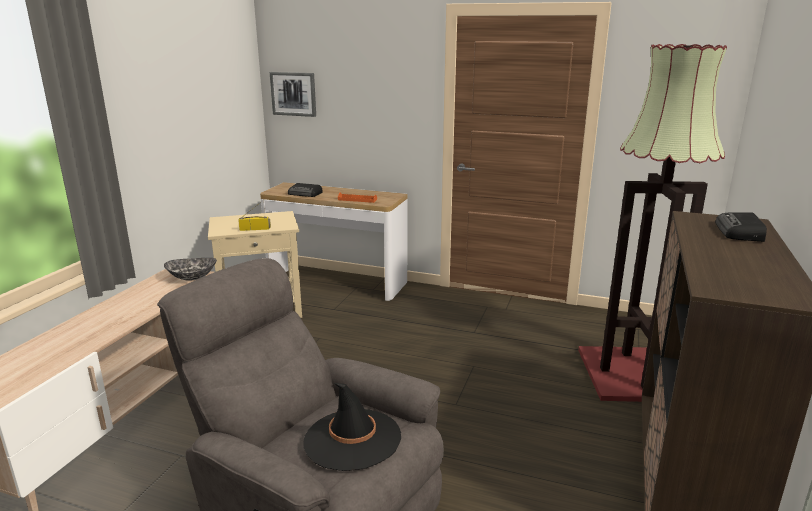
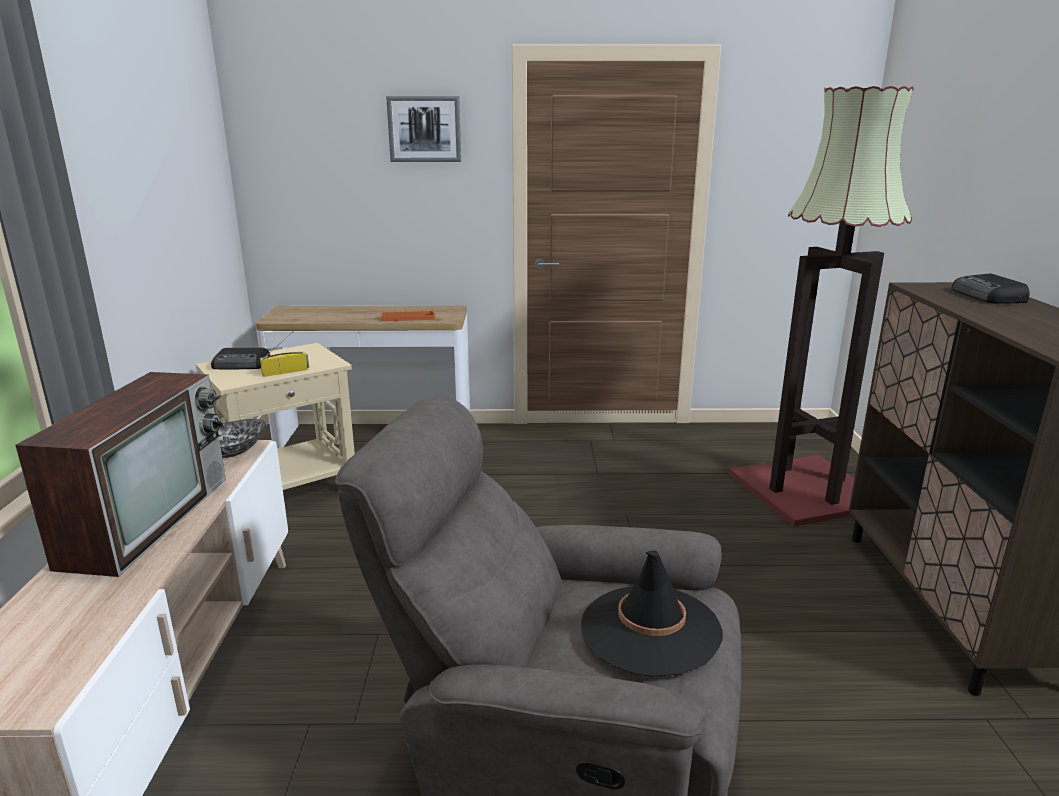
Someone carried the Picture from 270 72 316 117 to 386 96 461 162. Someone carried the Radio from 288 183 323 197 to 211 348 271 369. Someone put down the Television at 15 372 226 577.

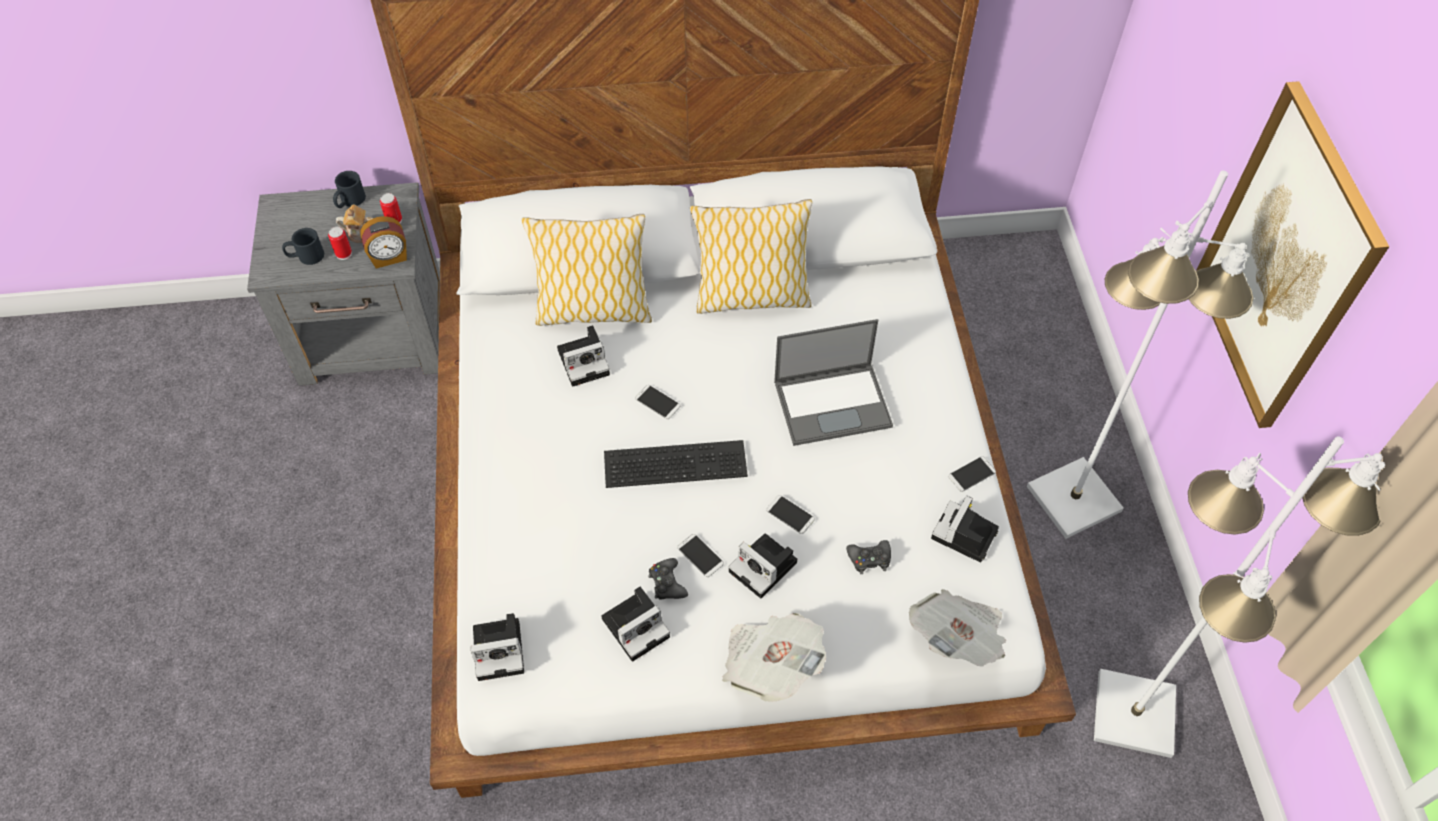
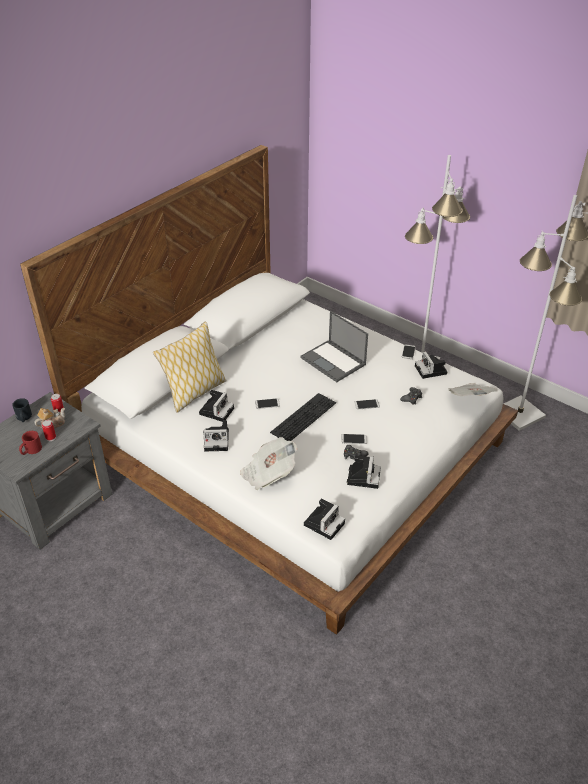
Someone took away the Picture at 1196 81 1389 428. Someone took away the Pillow at 690 199 812 314. Someone took away the AlarmClock at 360 216 407 269. Someone repainted the BlackMug at 282 228 324 265, which became the RedMug at 19 431 42 455. Someone rotated the Laptop at 774 319 893 446 by 105 degrees clockwise. Someone carried the PhotoCamera from 729 534 797 598 to 203 420 229 451. Someone carried the Newspaper from 722 613 826 702 to 240 437 298 490.

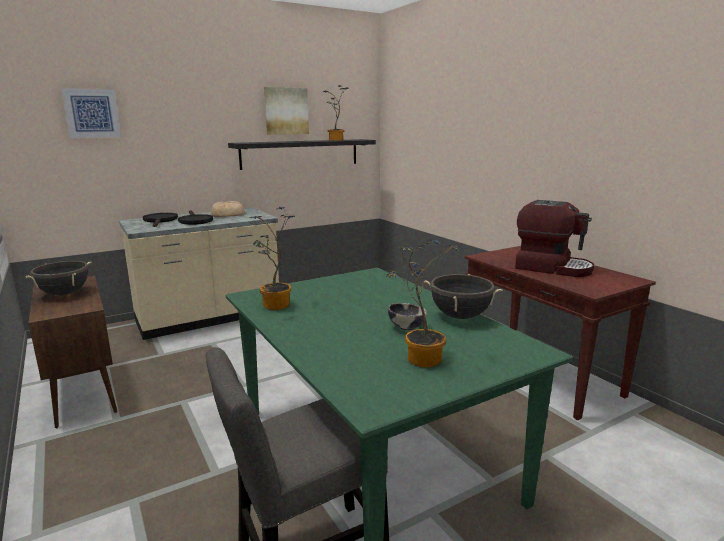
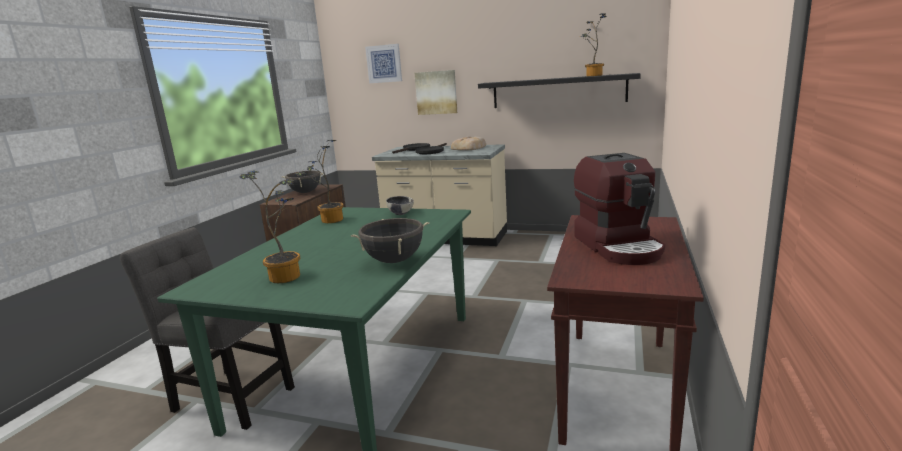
Someone carried the Picture from 264 87 309 135 to 415 70 457 115. Someone carried the Bowl from 388 303 427 330 to 386 196 414 215.

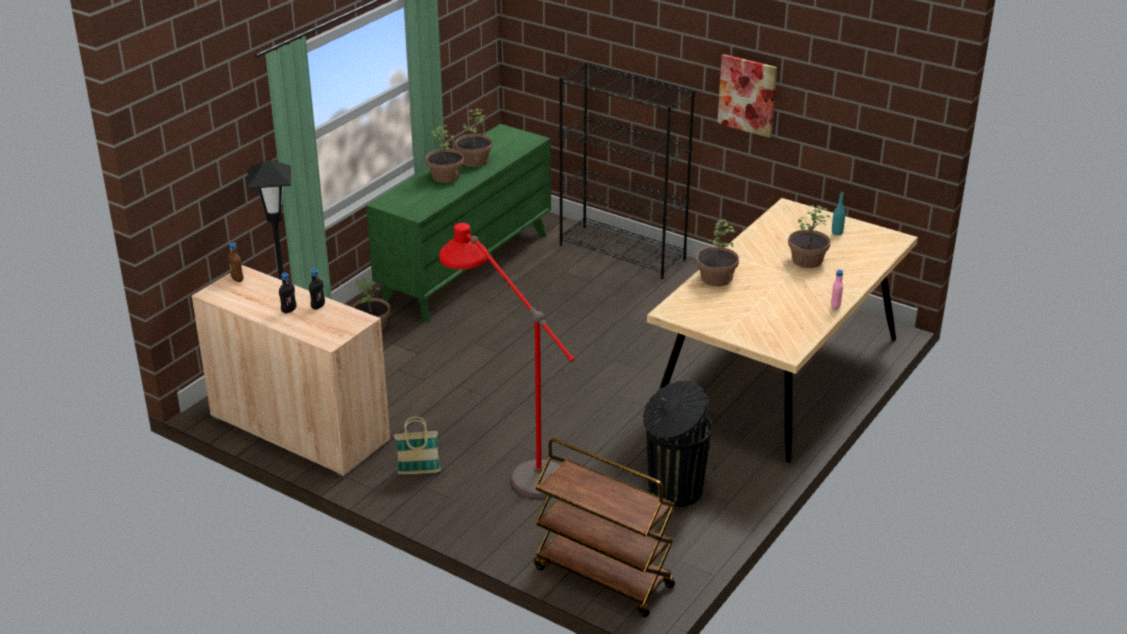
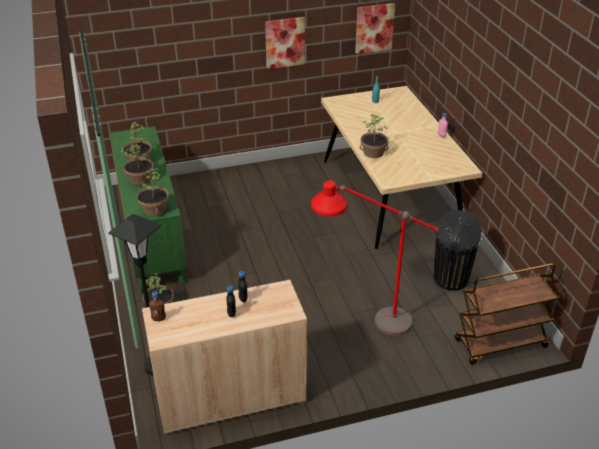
Someone took away the BlackBookcase at 559 62 695 279. Someone carried the PottedPlant from 788 205 831 268 to 137 168 169 216. Someone took away the Basket at 394 417 441 474. Someone put up the Picture at 355 3 395 54.

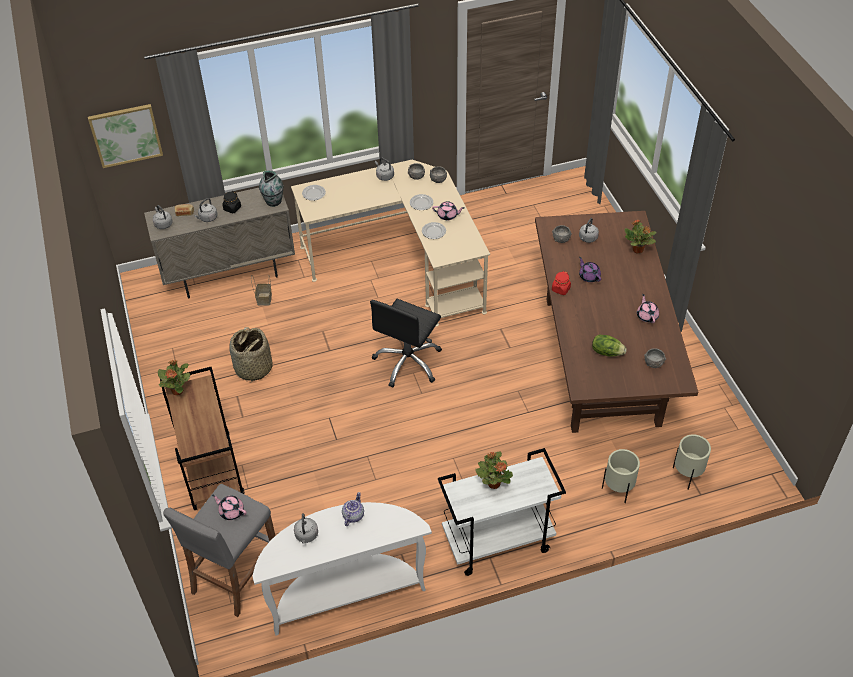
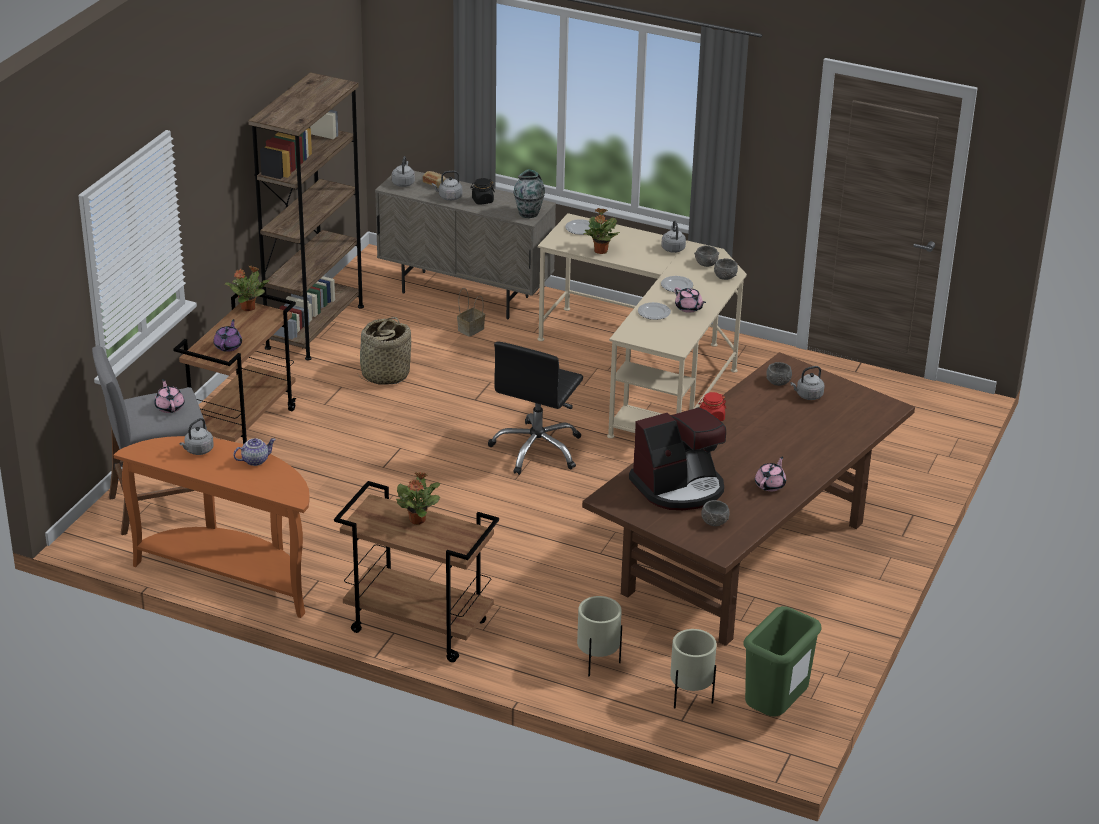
Someone took away the Picture at 88 104 163 168. Someone carried the PottedPlant from 624 220 657 254 to 583 208 620 254. Someone carried the PurpleTeapot from 579 257 601 282 to 214 319 242 352. Someone rotated the BlackOfficeChair at 370 299 442 388 by 45 degrees counterclockwise. Someone swapped the Lettuce at 592 335 627 357 for the CoffeeMachine at 629 407 726 510. Someone repainted the WhiteCart at 438 448 566 576, which became the BrownCart at 334 481 499 662. Someone repainted the WhiteConsoleTable at 252 502 432 636, which became the OrangeConsoleTable at 114 436 310 618. Someone put down the BrownBookcase at 248 72 364 360. Someone put down the GreenTrashCan at 743 606 822 716.

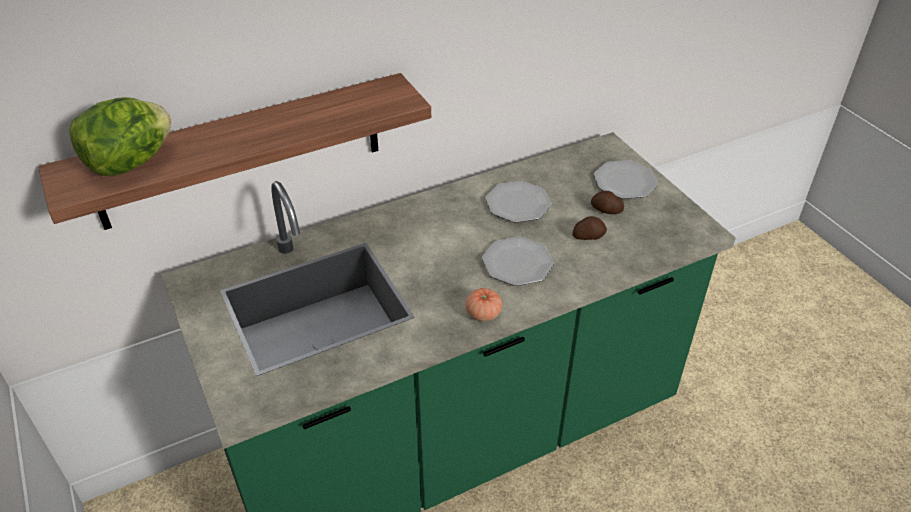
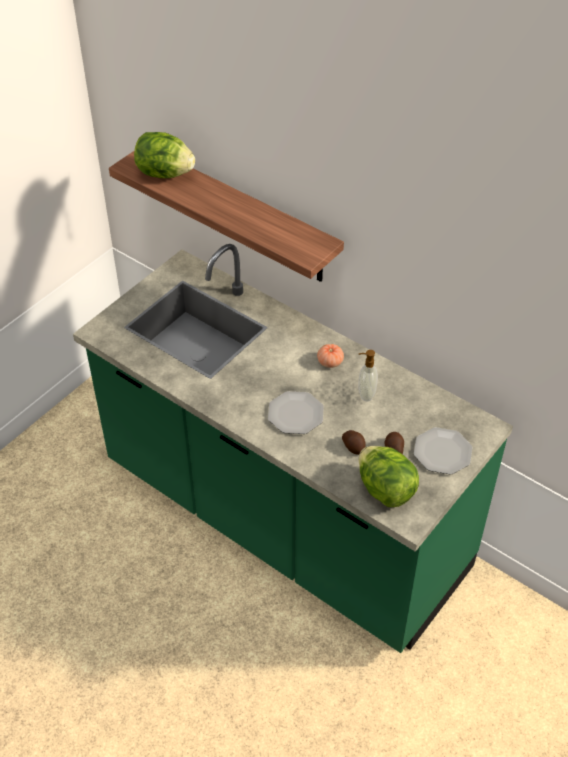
Someone swapped the Plate at 485 181 552 223 for the SoapDispenser at 359 350 378 401. Someone carried the Tomato from 466 288 502 321 to 317 344 344 368. Someone put down the Lettuce at 359 446 419 507.

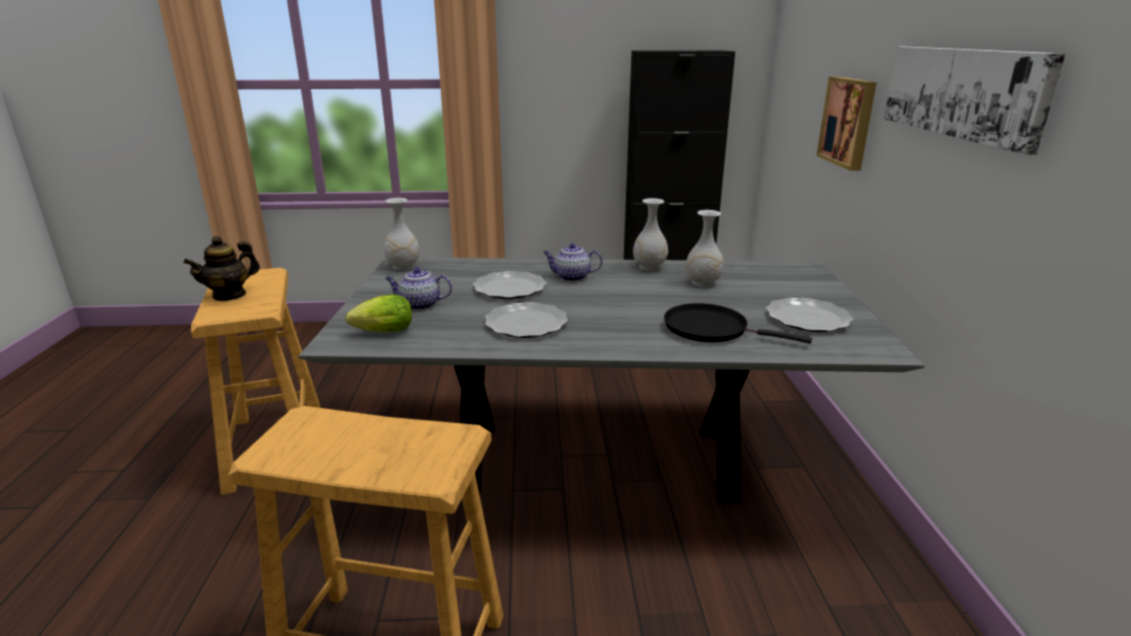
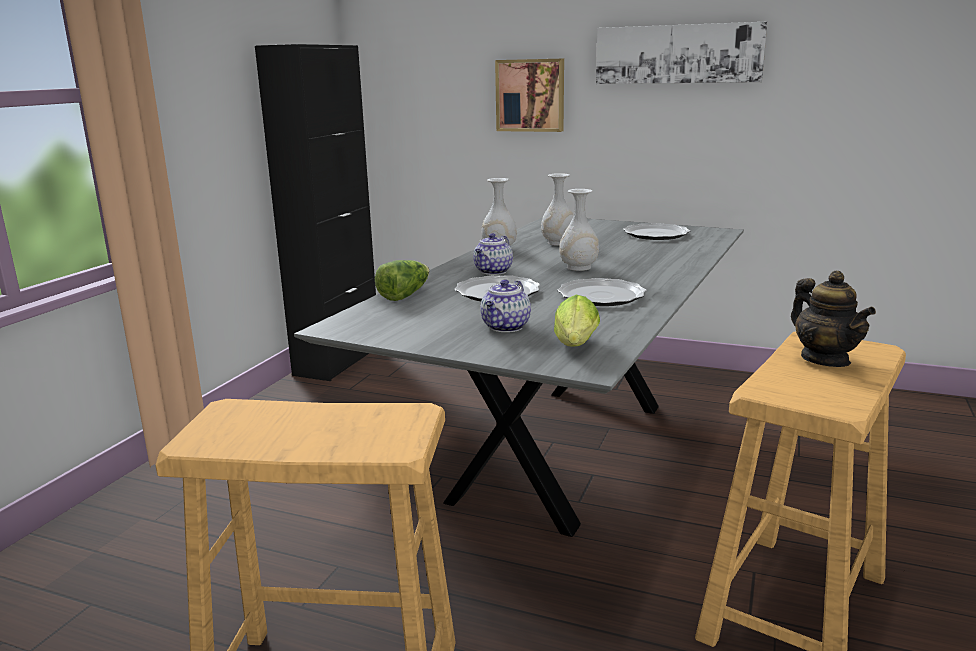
Someone carried the WhiteVase from 384 198 420 270 to 559 189 599 271. Someone carried the Teapot from 183 236 260 301 to 791 270 876 367. Someone took away the BlackFryingPan at 664 303 812 344. Someone put down the Lettuce at 375 260 429 301.

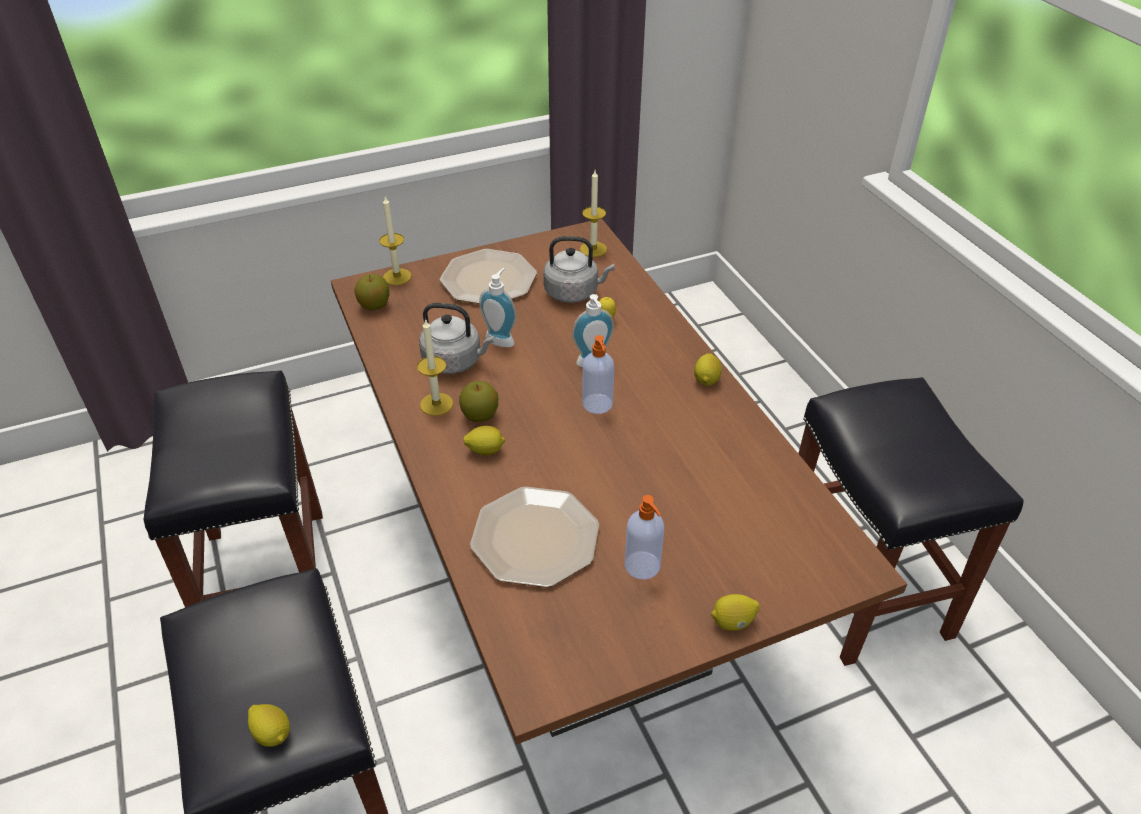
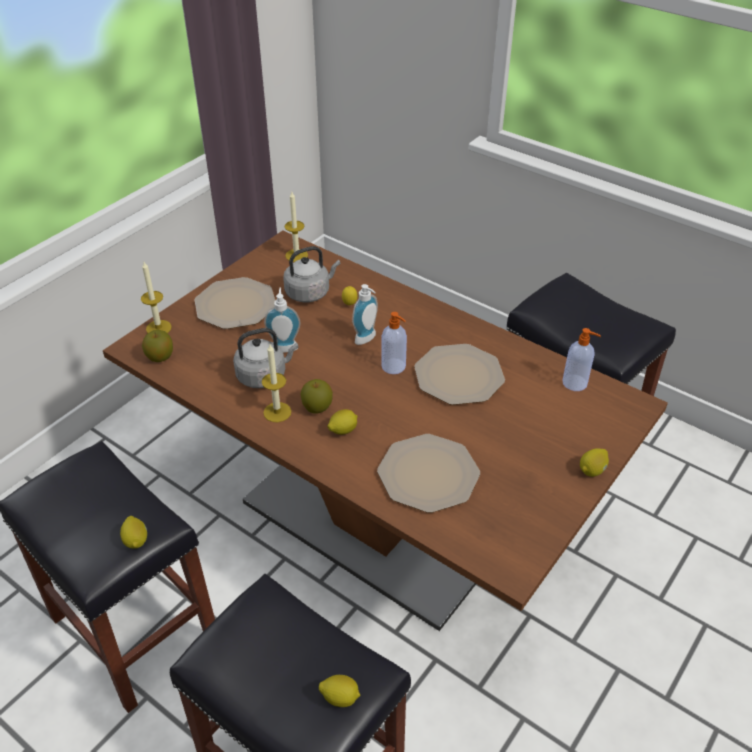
Someone carried the Lemon from 694 353 722 386 to 120 516 147 548. Someone carried the SoapDispenser from 624 495 664 580 to 562 328 601 391. Someone put down the Plate at 414 344 505 405.

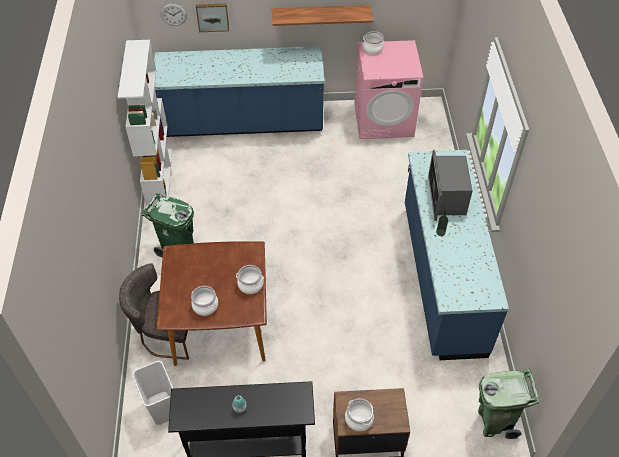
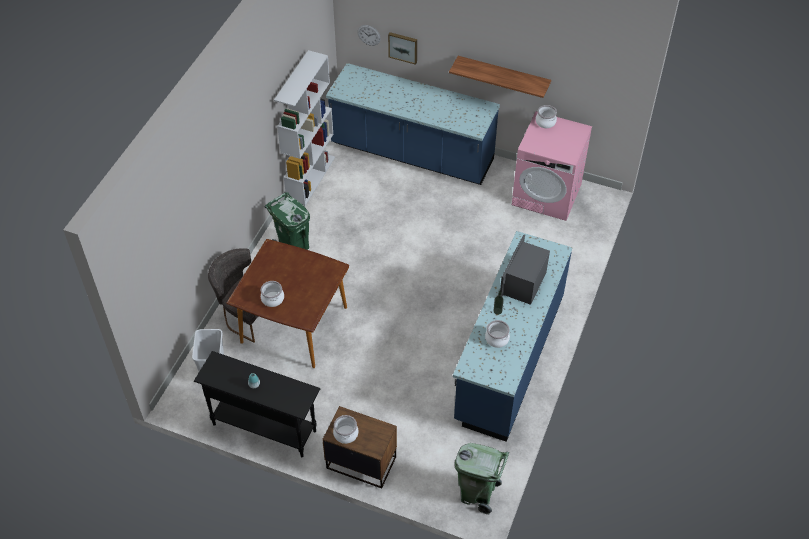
Someone carried the CookingPot from 236 265 264 294 to 485 320 510 348.

